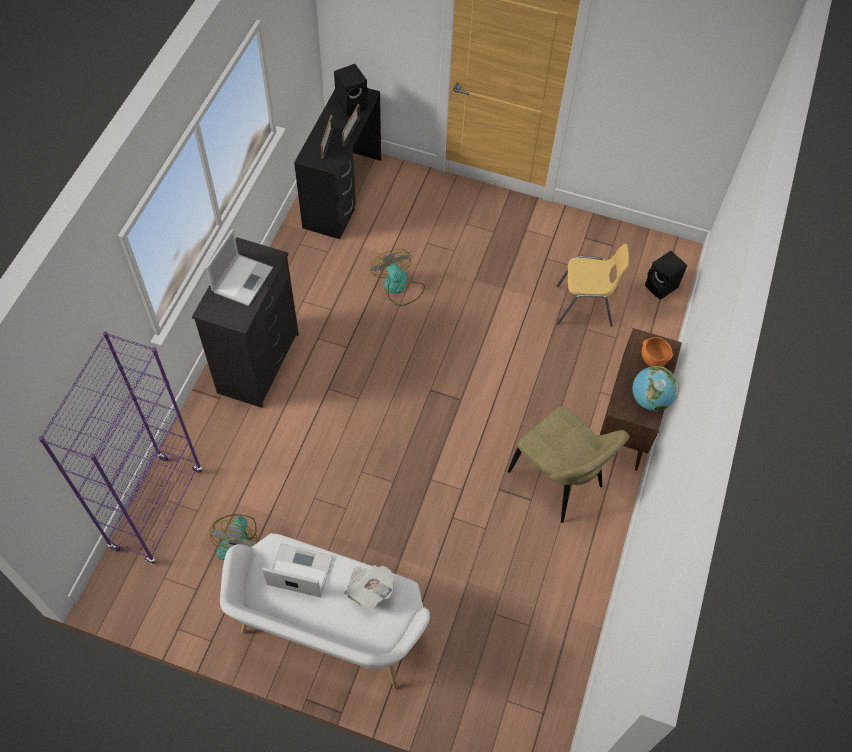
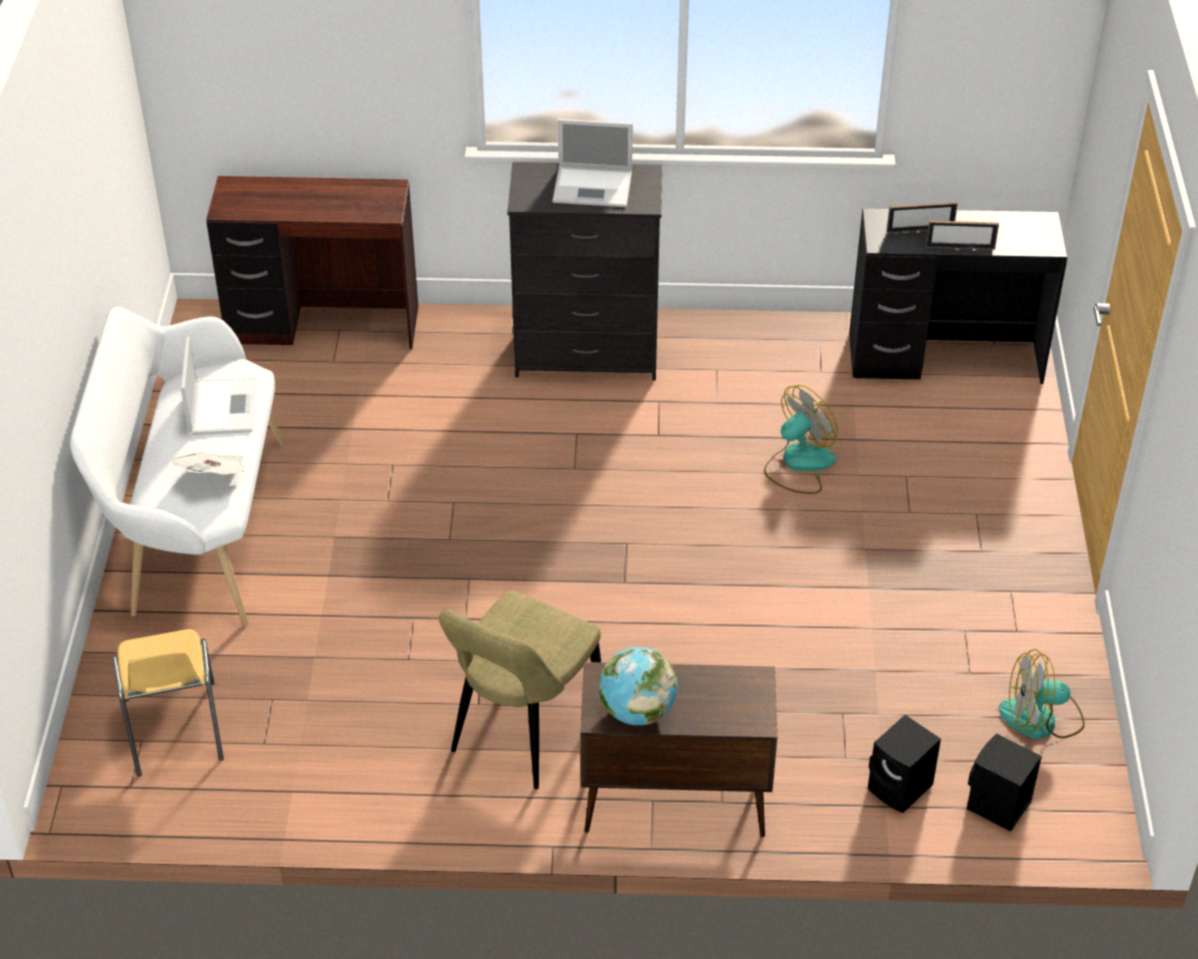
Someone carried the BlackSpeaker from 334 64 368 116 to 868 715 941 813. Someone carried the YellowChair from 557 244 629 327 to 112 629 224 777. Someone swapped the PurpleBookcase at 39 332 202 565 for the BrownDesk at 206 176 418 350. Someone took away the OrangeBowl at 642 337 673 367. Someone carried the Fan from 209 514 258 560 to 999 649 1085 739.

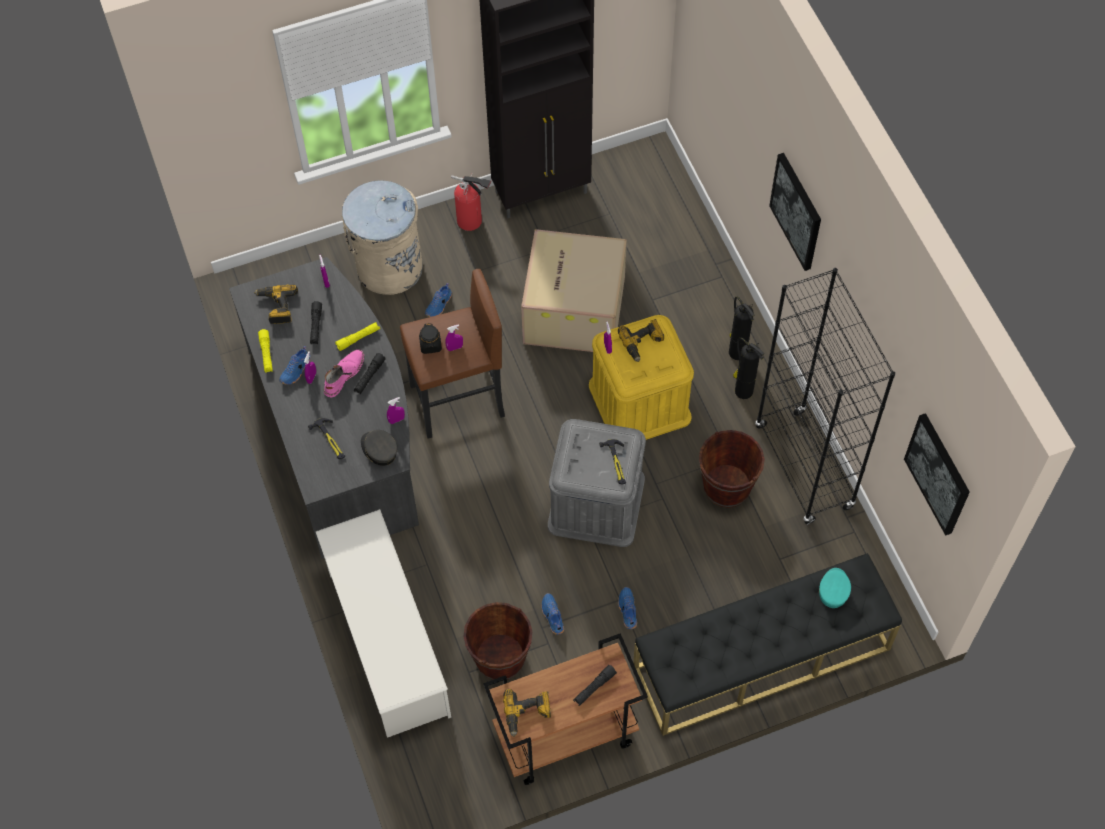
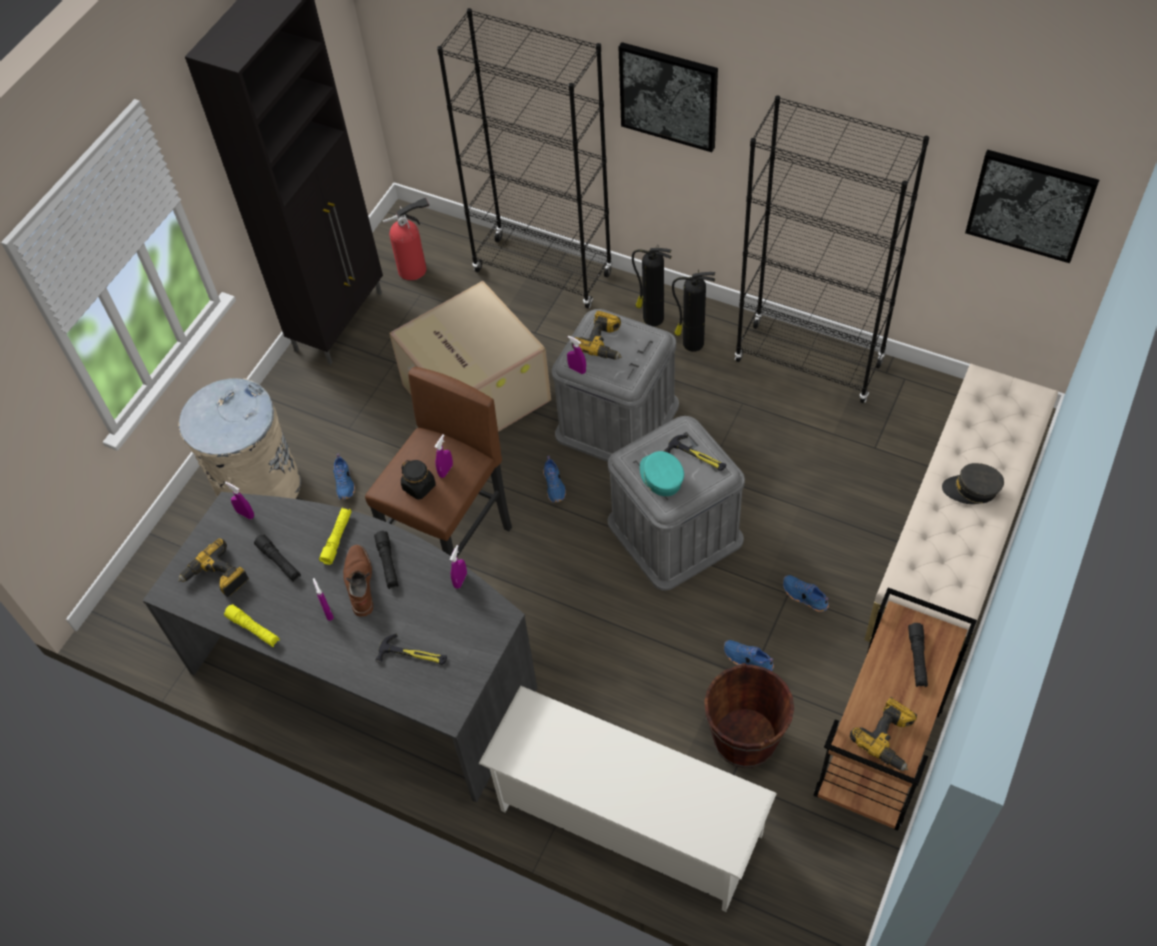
Someone carried the FireExtinguisher from 451 174 491 231 to 382 197 429 281. Someone repainted the YellowStorageBox at 589 315 694 440, which became the GreyStorageBox at 552 309 679 462. Someone carried the BlueShoe from 279 346 311 385 to 543 456 566 503. Someone repainted the PinkBoot at 324 350 364 398, which became the BrownBoot at 343 544 373 617. Someone carried the GreyCap from 361 430 397 466 to 942 463 1004 504. Someone took away the BrownBucket at 699 430 765 508. Someone repainted the BlackBench at 633 553 902 736, which became the BeigeBench at 864 364 1058 675. Someone carried the TurquoiseCap from 818 568 851 608 to 640 451 684 496. Someone put down the BlackBookcase at 437 8 612 309.

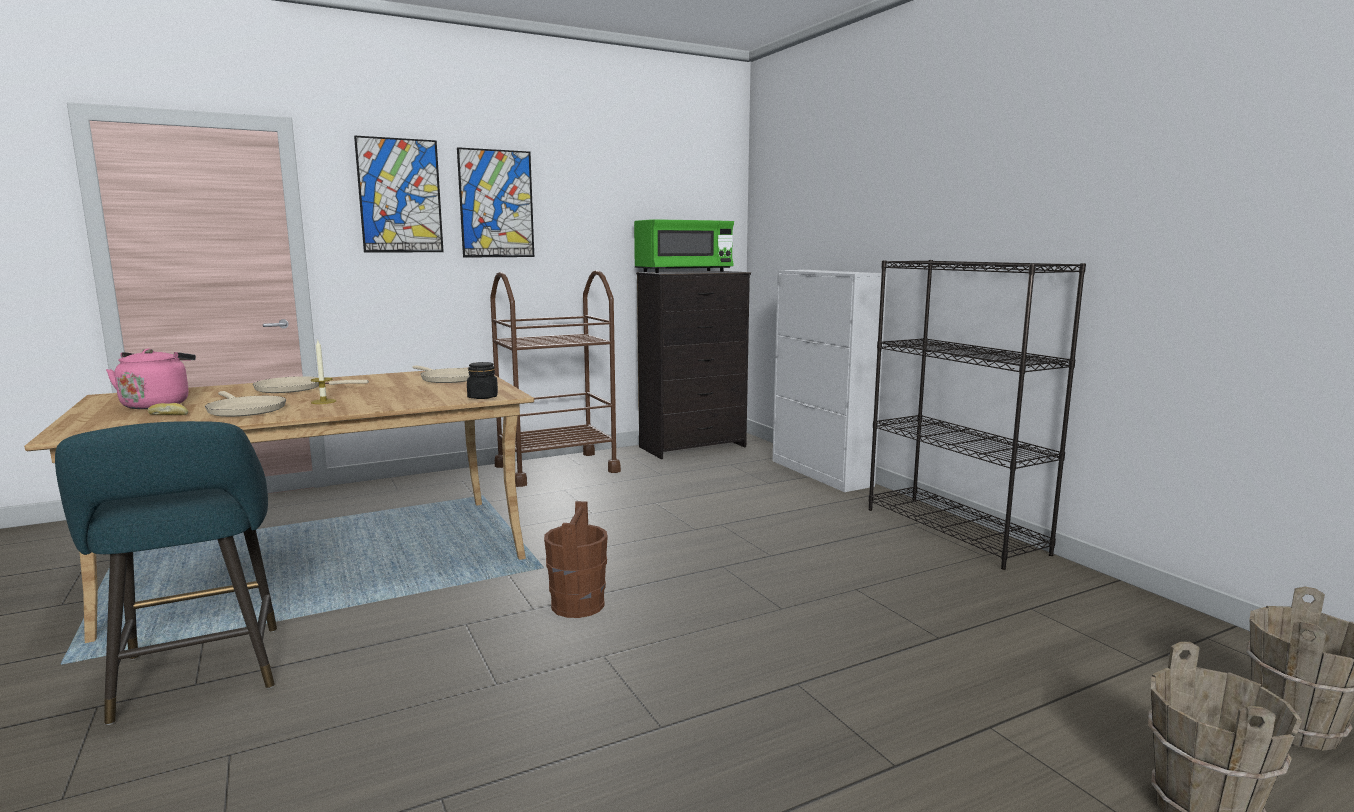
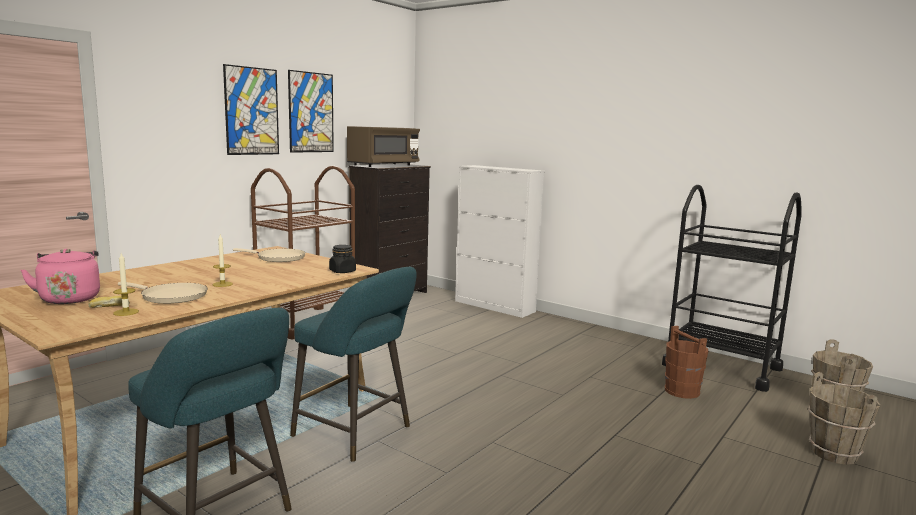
Someone carried the Picture from 354 135 444 253 to 288 70 334 153. Someone repainted the GreenMicrowave at 634 219 734 273, which became the BrownMicrowave at 347 126 420 167. Someone took away the BlackBookcase at 869 260 1086 570. Someone took away the BeigeFryingPan at 253 376 369 393. Someone carried the BrownBucket from 544 501 608 618 to 665 326 708 399. Someone put down the BlackCart at 662 185 802 392. Someone put down the Candle at 113 253 139 316. Someone put down the TurquoiseStool at 290 267 417 462.

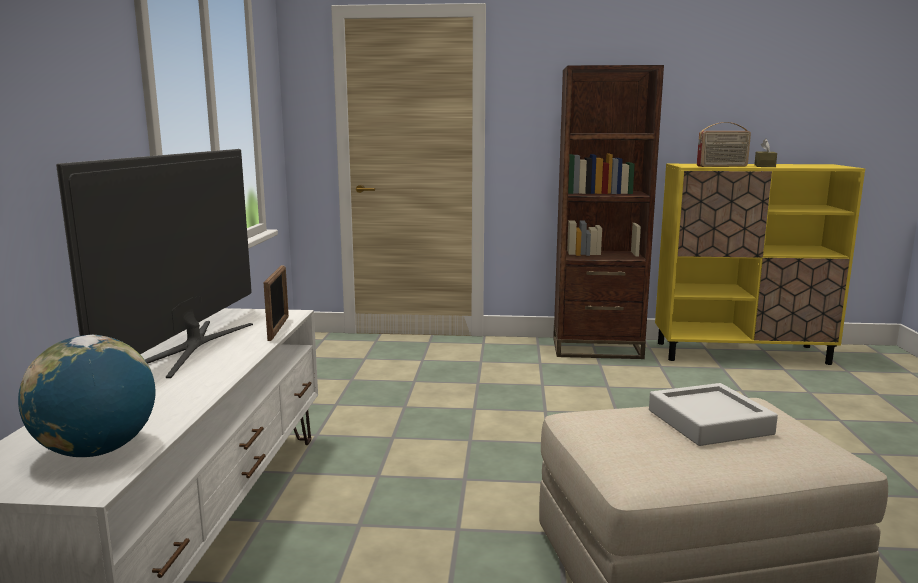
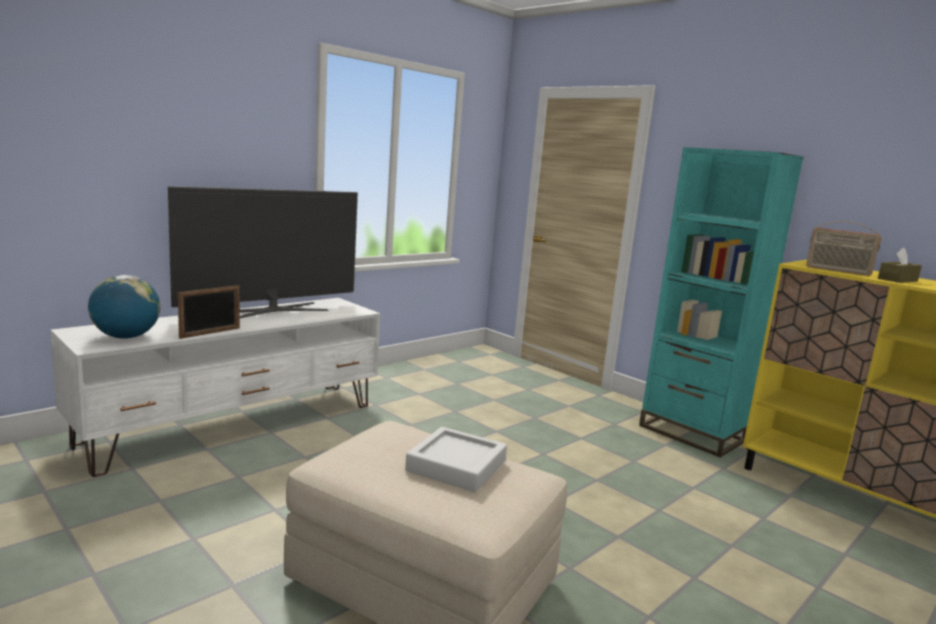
Someone repainted the BrownBookcase at 553 65 664 359, which became the TurquoiseBookcase at 639 147 803 457. Someone carried the PictureFrame from 264 265 289 341 to 178 285 240 339.

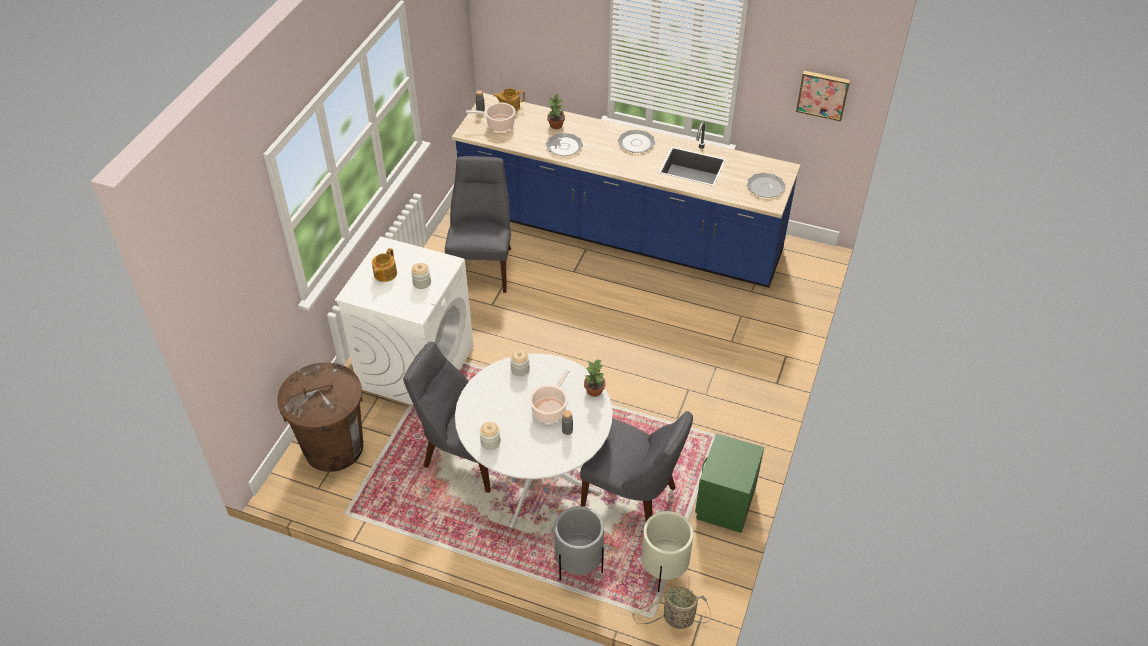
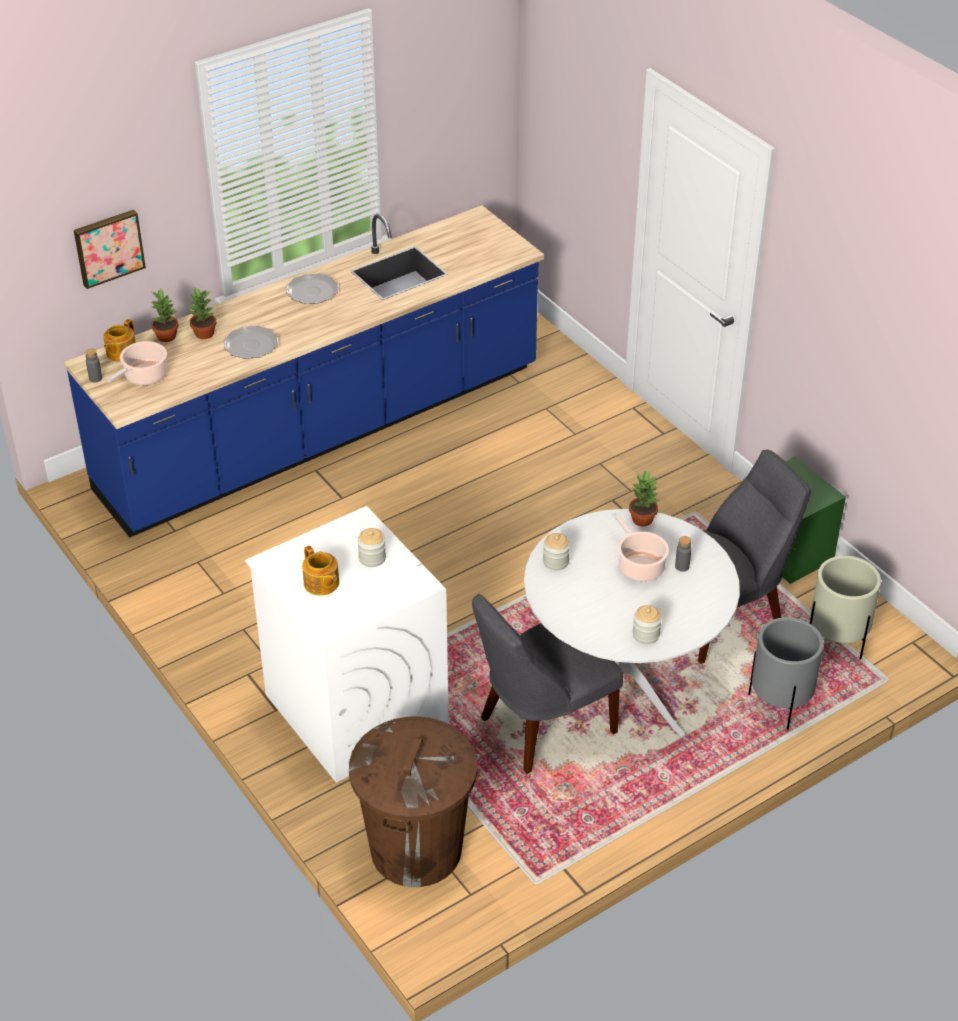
Someone carried the Picture from 796 71 850 121 to 74 210 146 289. Someone took away the GreyChair at 445 156 511 293. Someone took away the Plate at 747 173 786 198. Someone took away the Basket at 632 587 711 629. Someone put down the PottedPlant at 150 289 179 342.

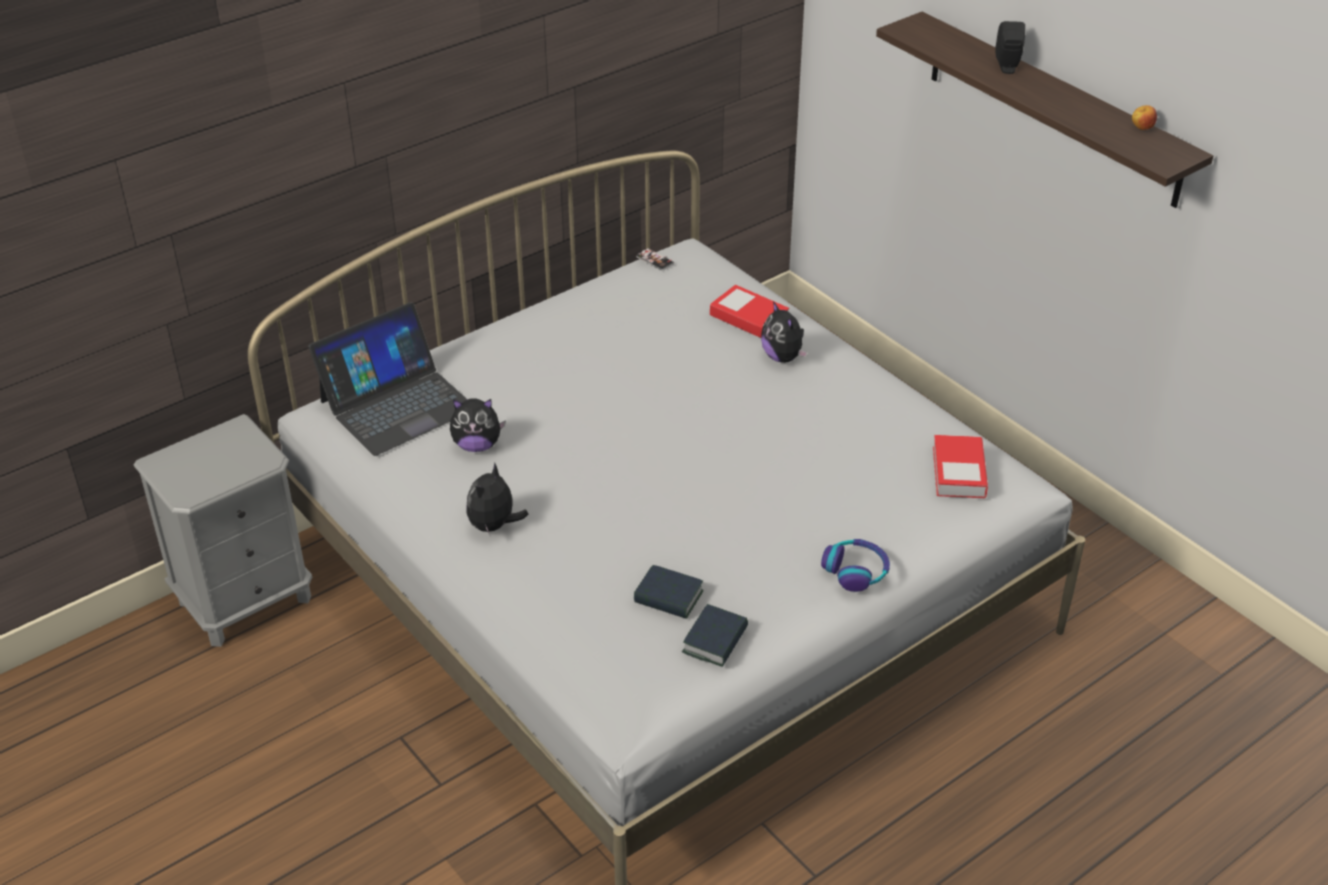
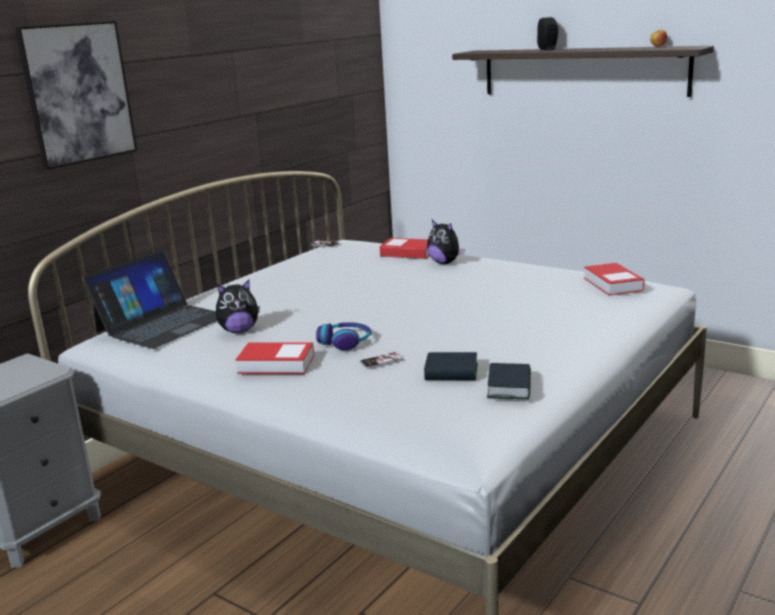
Someone swapped the PlushToy at 467 463 529 535 for the Book at 235 343 314 374. Someone carried the Headphones from 821 539 890 592 to 316 322 371 350. Someone put up the Picture at 15 21 137 170. Someone put down the Phone at 360 352 404 369.

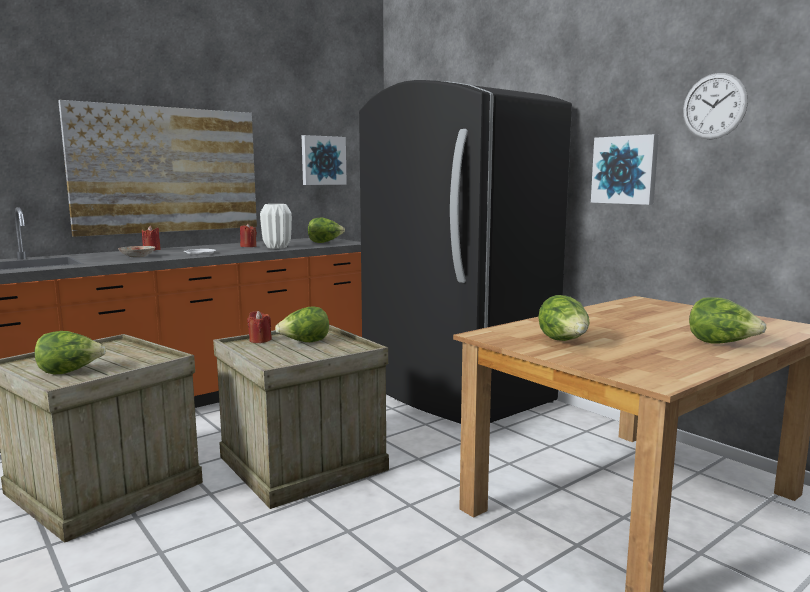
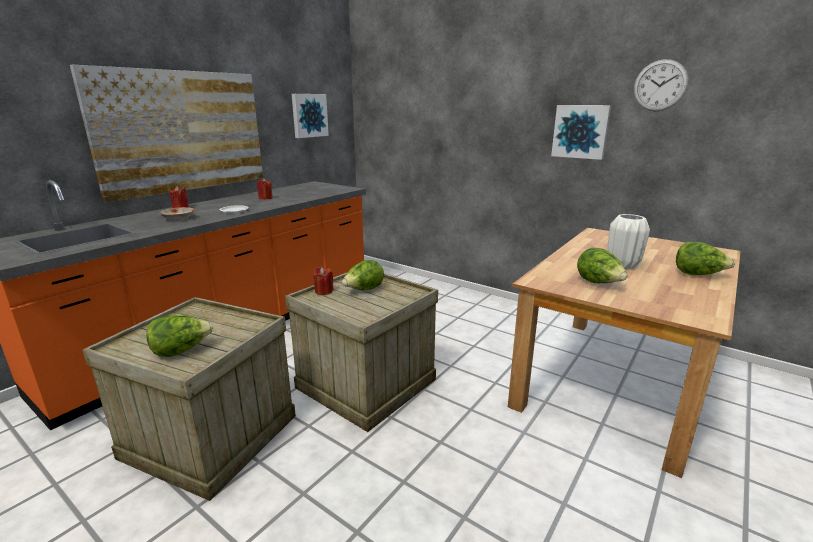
Someone took away the BlackFridge at 359 80 572 424. Someone carried the WhiteVase from 260 204 292 249 to 607 214 650 269. Someone took away the Lettuce at 308 217 345 243.

